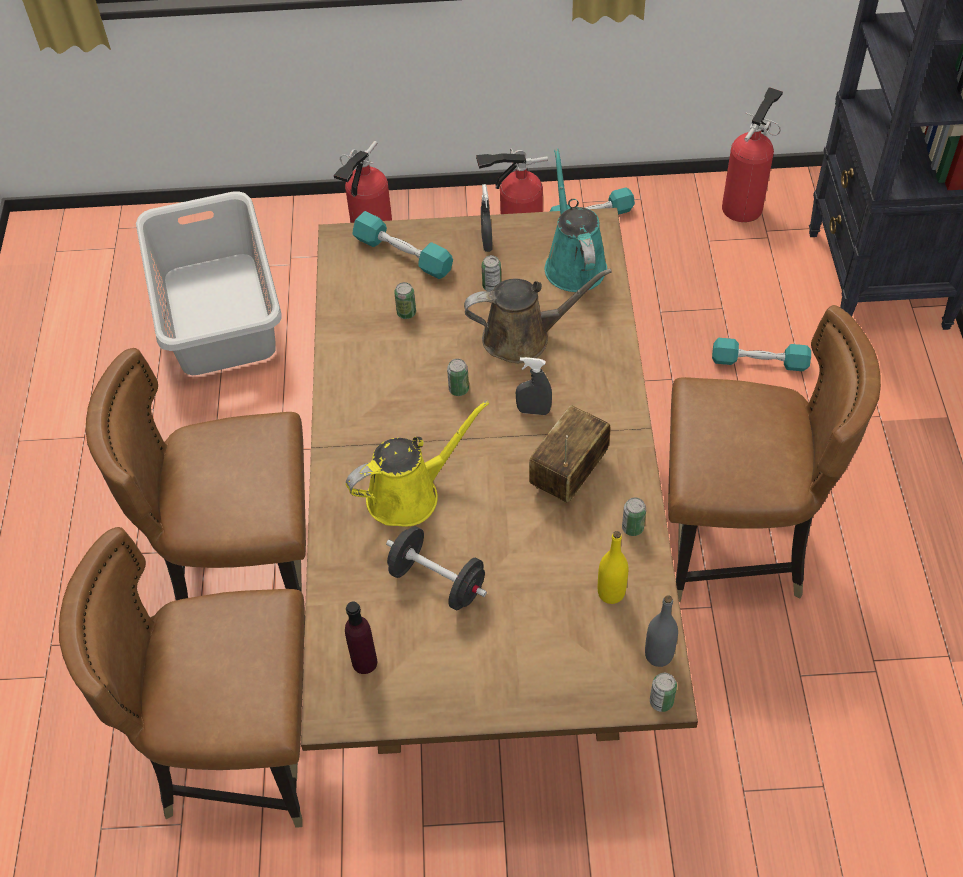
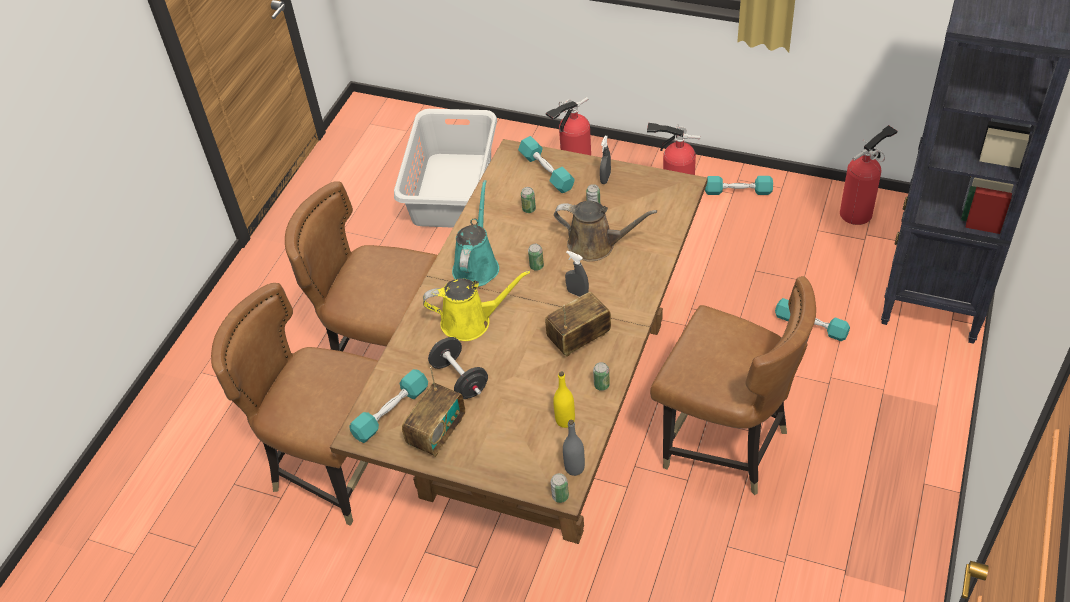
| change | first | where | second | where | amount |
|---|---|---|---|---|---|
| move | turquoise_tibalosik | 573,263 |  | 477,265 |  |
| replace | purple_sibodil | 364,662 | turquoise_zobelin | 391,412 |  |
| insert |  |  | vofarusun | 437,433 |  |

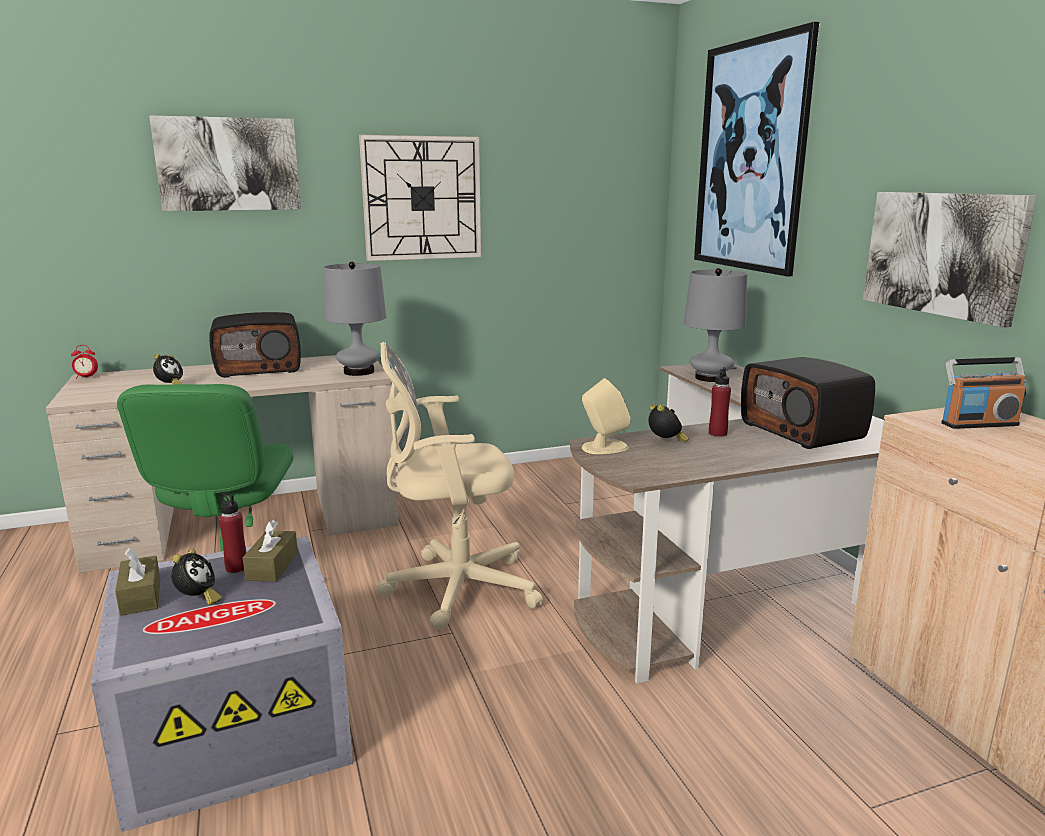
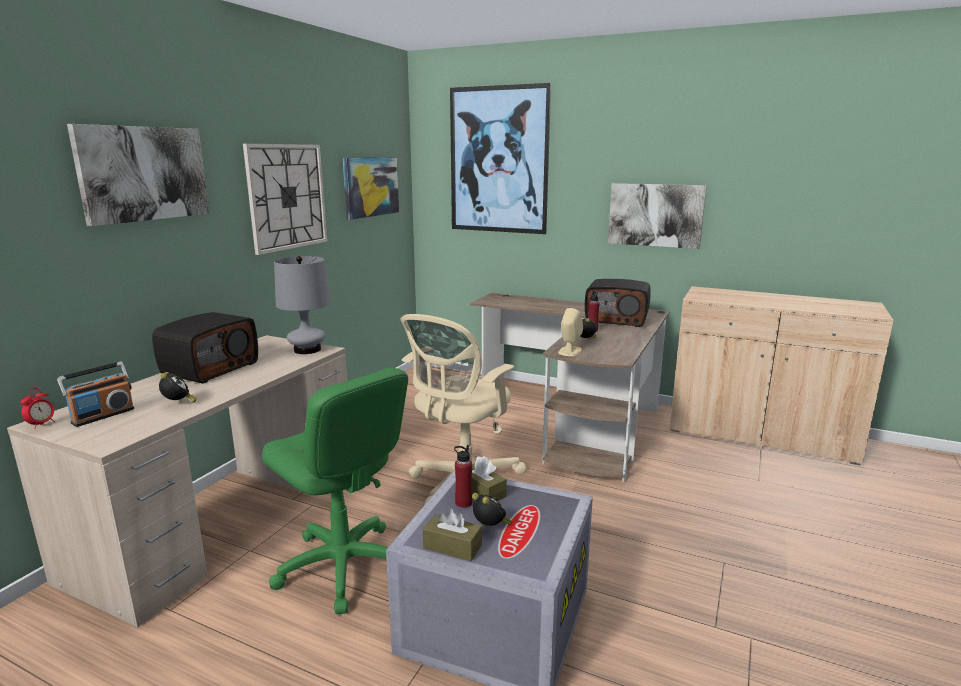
| change | first | where | second | where | amount |
|---|---|---|---|---|---|
| delete | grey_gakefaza | 710,378 |  |  |  |
| move | vofarusun | 978,424 |  | 103,416 |  |
| insert |  |  | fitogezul | 371,187 |  |

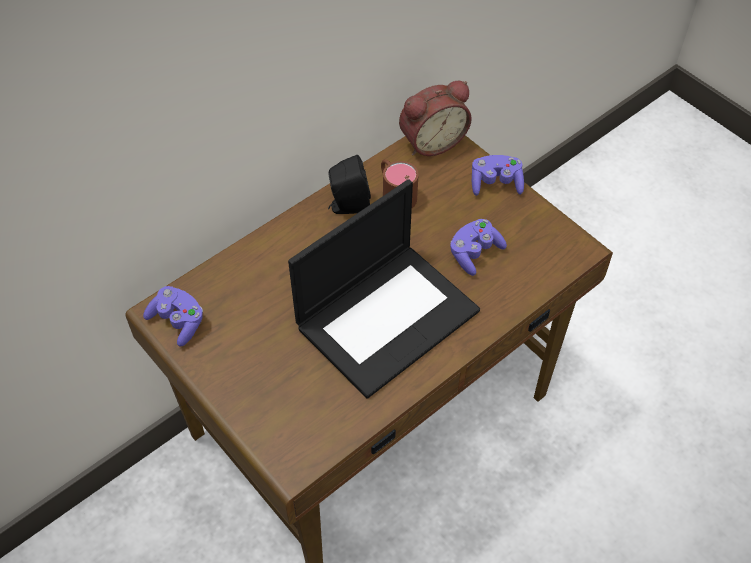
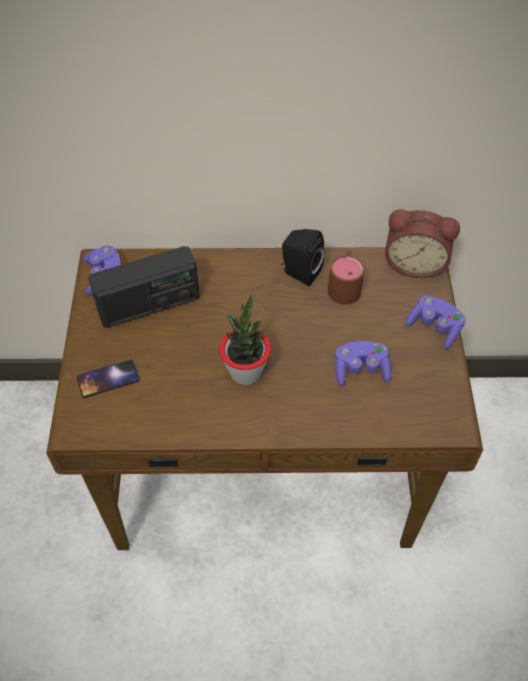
| change | first | where | second | where | amount |
|---|---|---|---|---|---|
| replace | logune | 387,316 | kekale | 245,372 |  |
| insert |  |  | vofarusun | 149,305 |  |
| insert |  |  | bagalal | 108,379 |  |

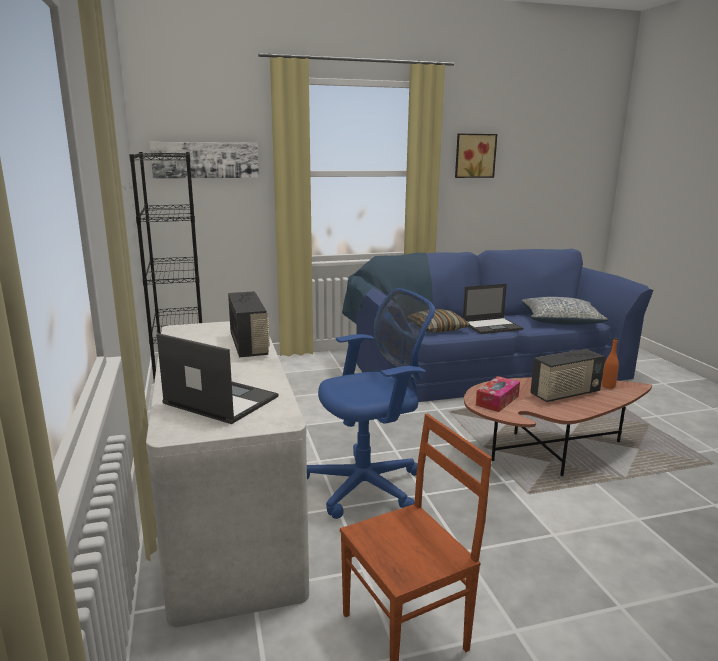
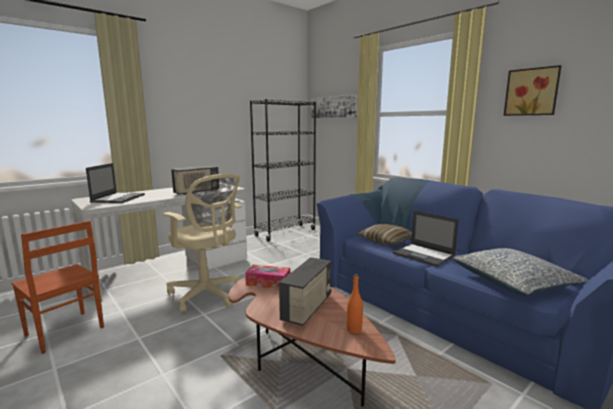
| change | first | where | second | where | amount |
|---|---|---|---|---|---|
| recolor | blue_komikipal | 368,485 | beige_komikipal | 207,295 |  |
| rotate | vofarusun | 565,394 |  | 307,308 | 105 degrees counterclockwise |

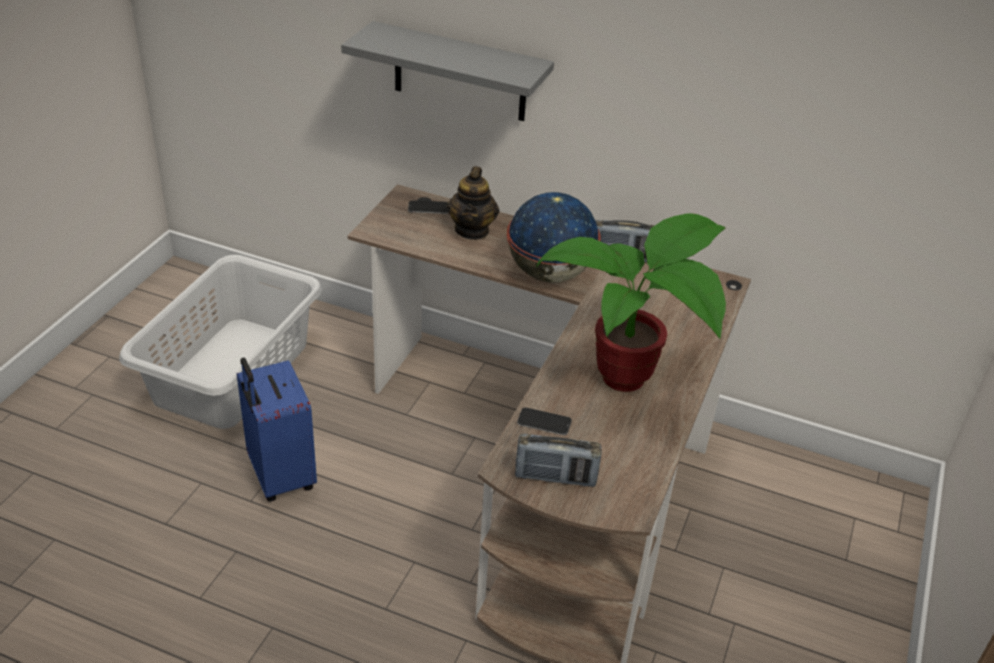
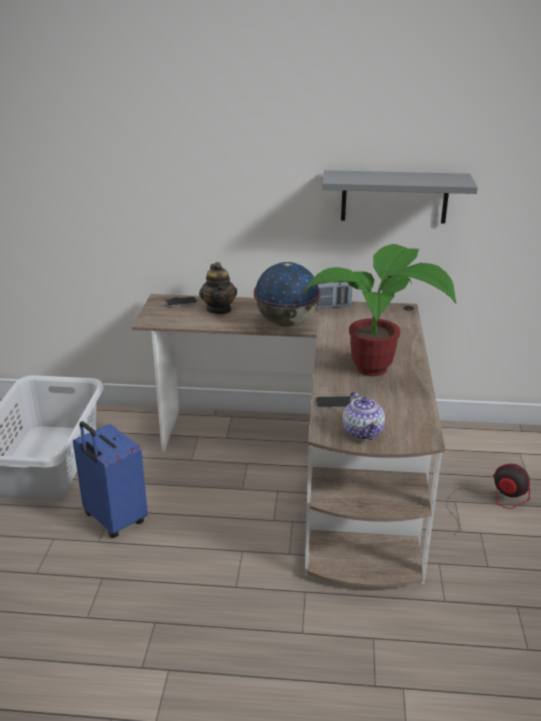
| change | first | where | second | where | amount |
|---|---|---|---|---|---|
| move | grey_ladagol | 460,73 |  | 394,197 |  |
| replace | vofarusun | 555,477 | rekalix | 363,432 |  |
| insert |  |  | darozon | 490,502 |  |

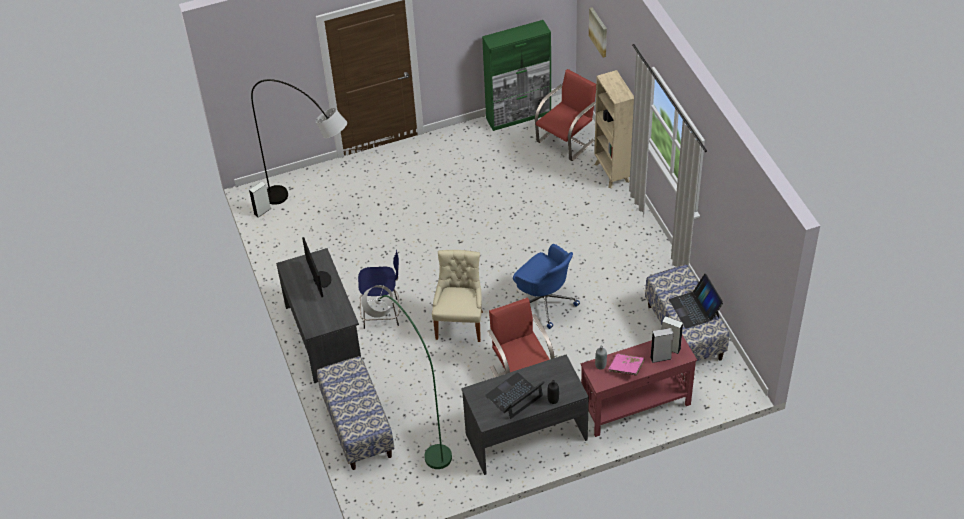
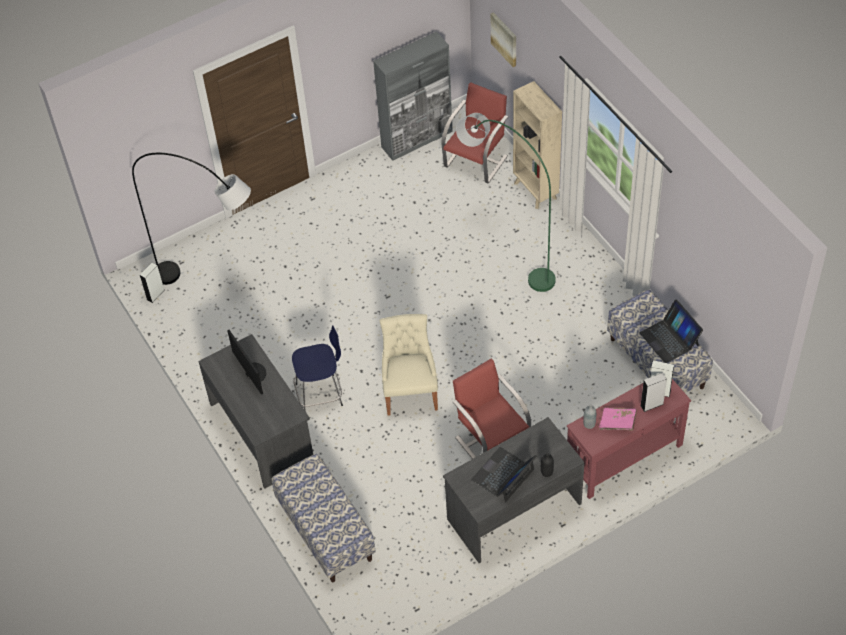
| change | first | where | second | where | amount |
|---|---|---|---|---|---|
| recolor | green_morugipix | 519,116 | grey_morugipix | 417,139 |  |
| delete | blue_komikipal | 544,302 |  |  |  |
| move | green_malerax | 411,422 |  | 505,252 |  |

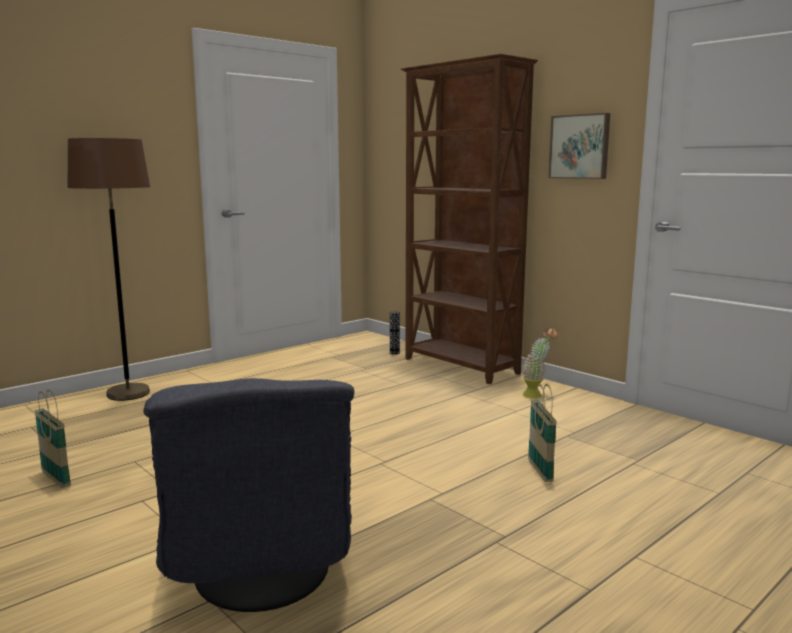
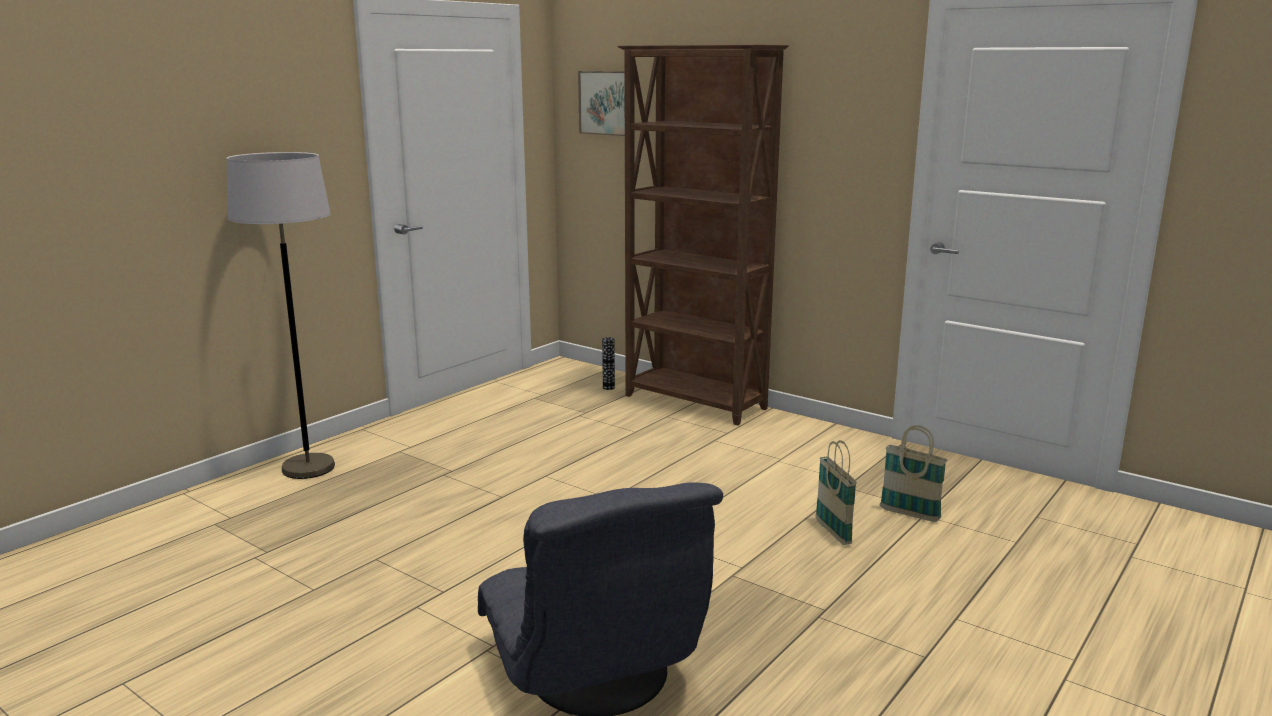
| change | first | where | second | where | amount |
|---|---|---|---|---|---|
| move | fitogezul | 580,147 |  | 606,103 |  |
| recolor | brown_malerax | 128,393 | grey_malerax | 308,468 |  |
| delete | kekale | 537,395 |  |  |  |
| move | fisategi | 56,479 |  | 909,514 |  |

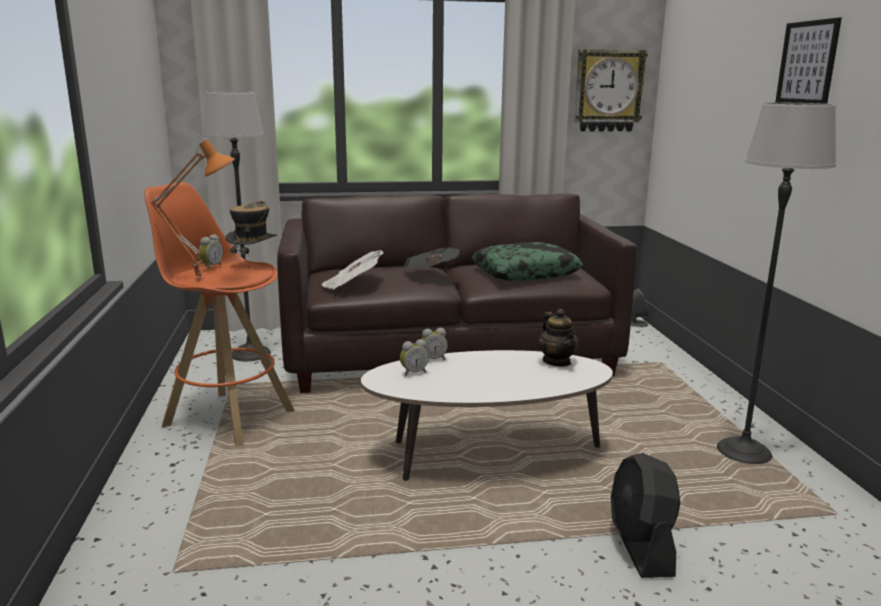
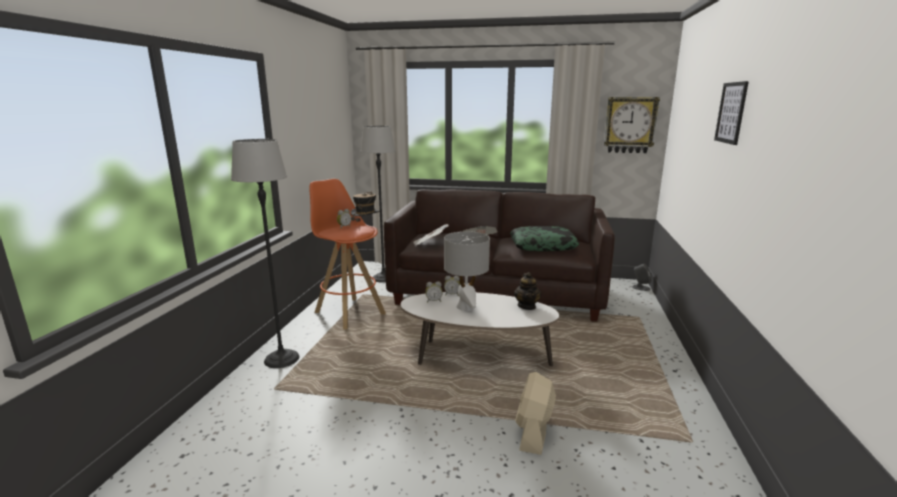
| change | first | where | second | where | amount |
|---|---|---|---|---|---|
| move | malerax | 743,452 |  | 282,359 |  |
| delete | orange_gakefaza | 201,278 |  |  |  |
| recolor | black_darozon | 641,546 | beige_darozon | 533,432 |  |
| insert |  |  | grey_gakefaza | 465,307 |  |

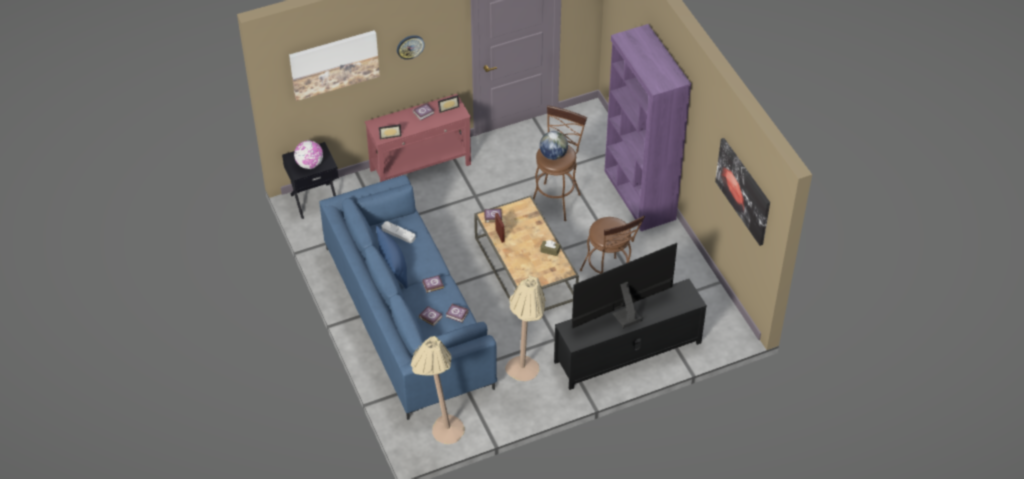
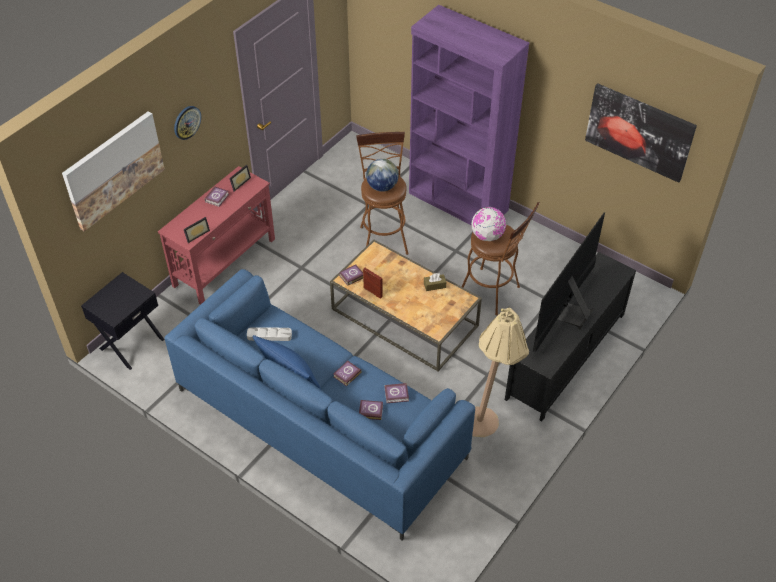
| change | first | where | second | where | amount |
|---|---|---|---|---|---|
| move | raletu | 310,164 |  | 487,236 |  |
| delete | beige_malerax | 440,432 |  |  |  |

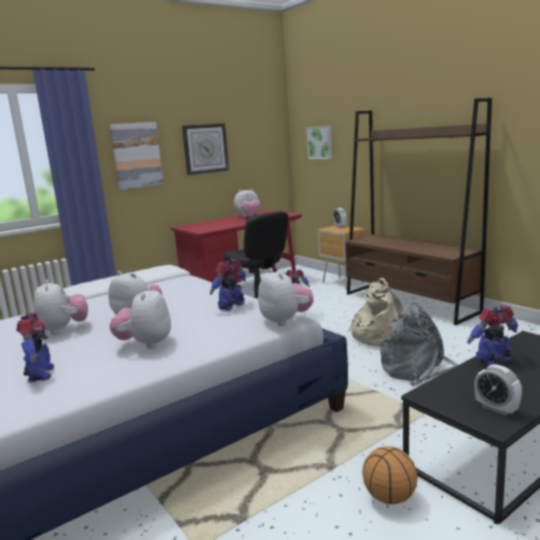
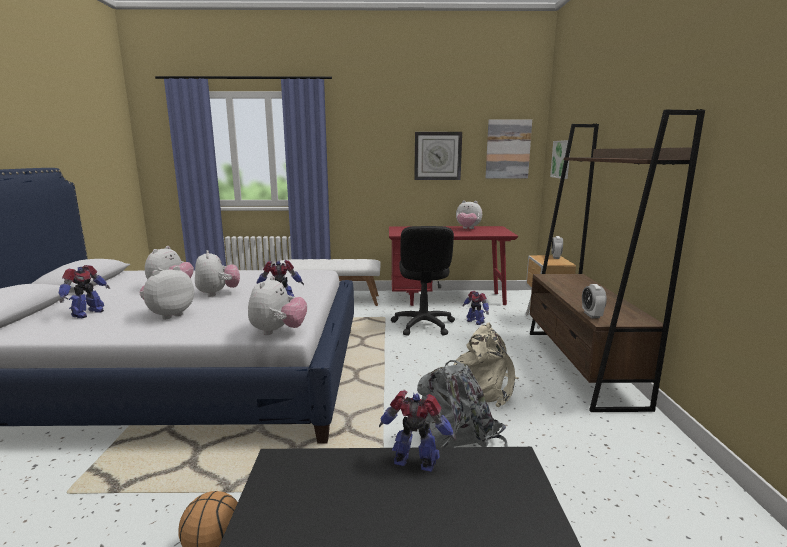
| change | first | where | second | where | amount |
|---|---|---|---|---|---|
| move | fitogezul | 136,155 |  | 508,149 |  |
| move | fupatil | 496,409 |  | 591,315 |  |

